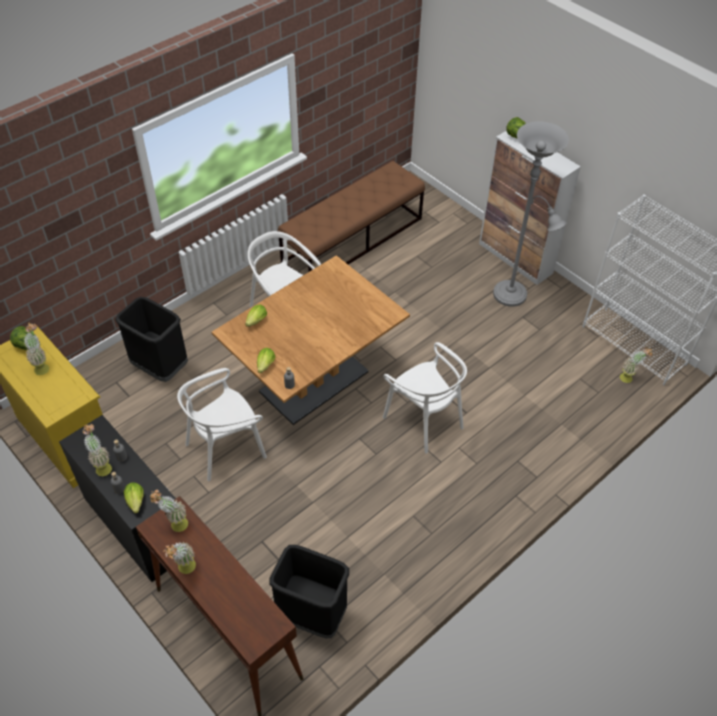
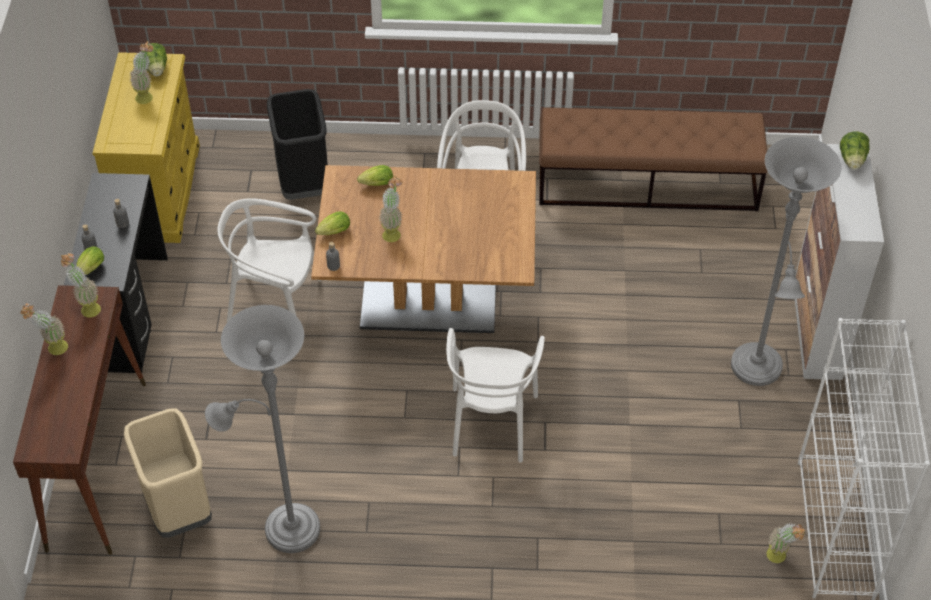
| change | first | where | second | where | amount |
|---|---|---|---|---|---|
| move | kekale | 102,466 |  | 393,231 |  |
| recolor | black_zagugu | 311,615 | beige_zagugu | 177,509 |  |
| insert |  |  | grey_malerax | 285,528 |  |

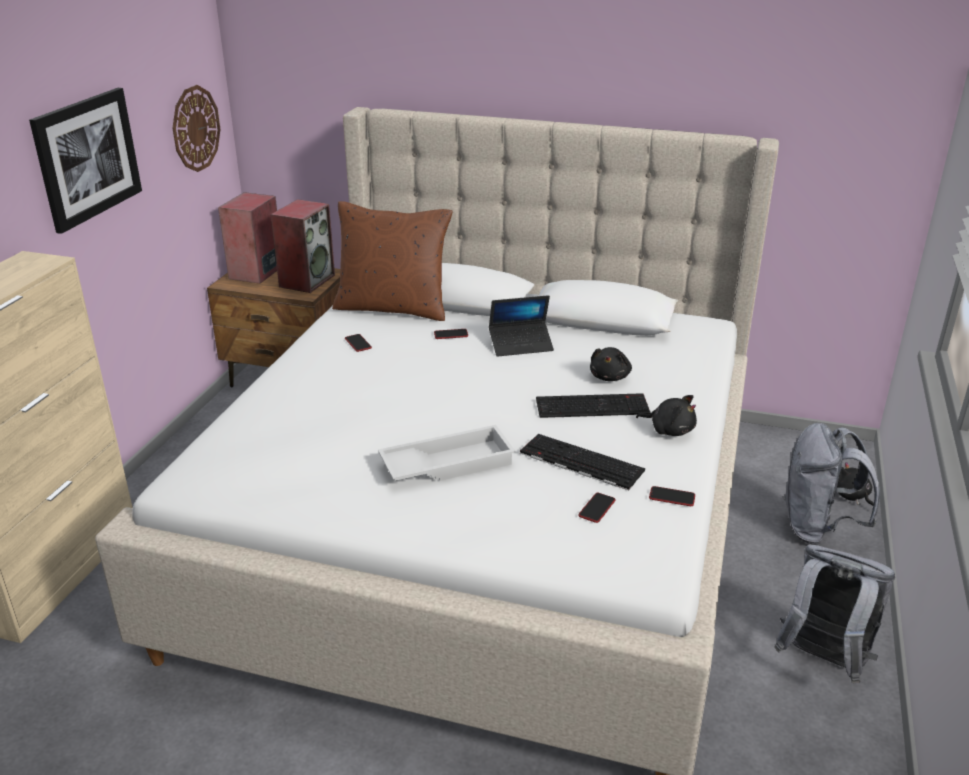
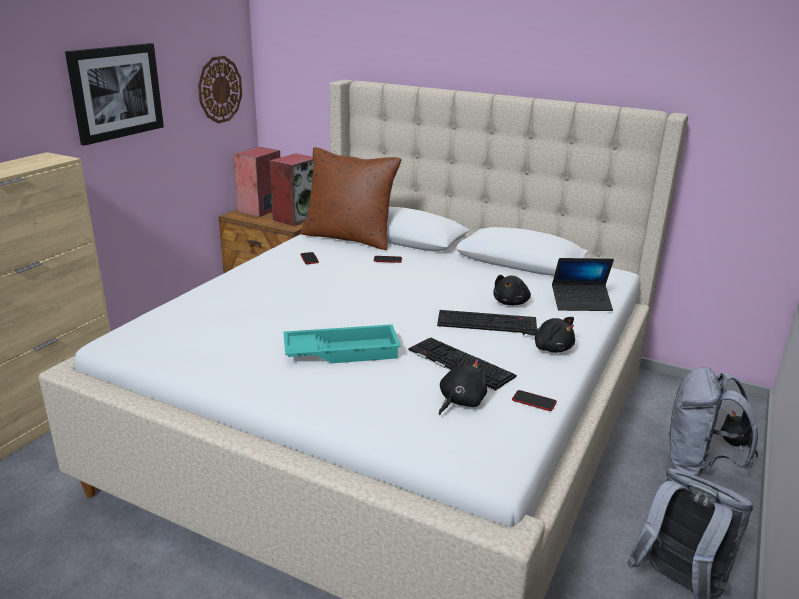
| change | first | where | second | where | amount |
|---|---|---|---|---|---|
| move | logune | 521,345 |  | 581,303 |  |
| recolor | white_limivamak | 447,463 | turquoise_limivamak | 342,351 |  |
| replace | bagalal | 597,508 | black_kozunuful | 460,402 |  |

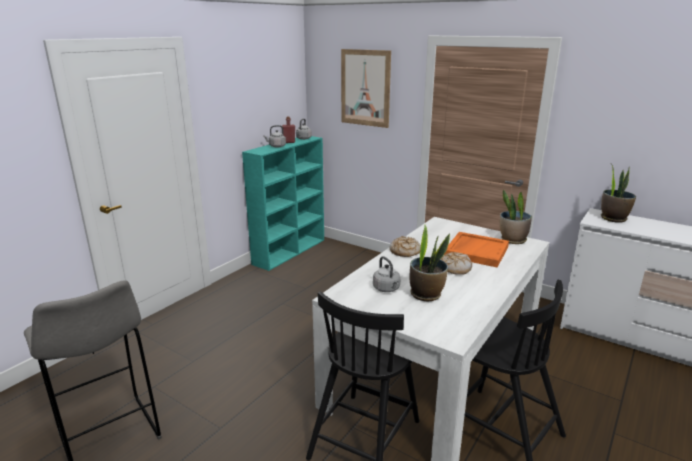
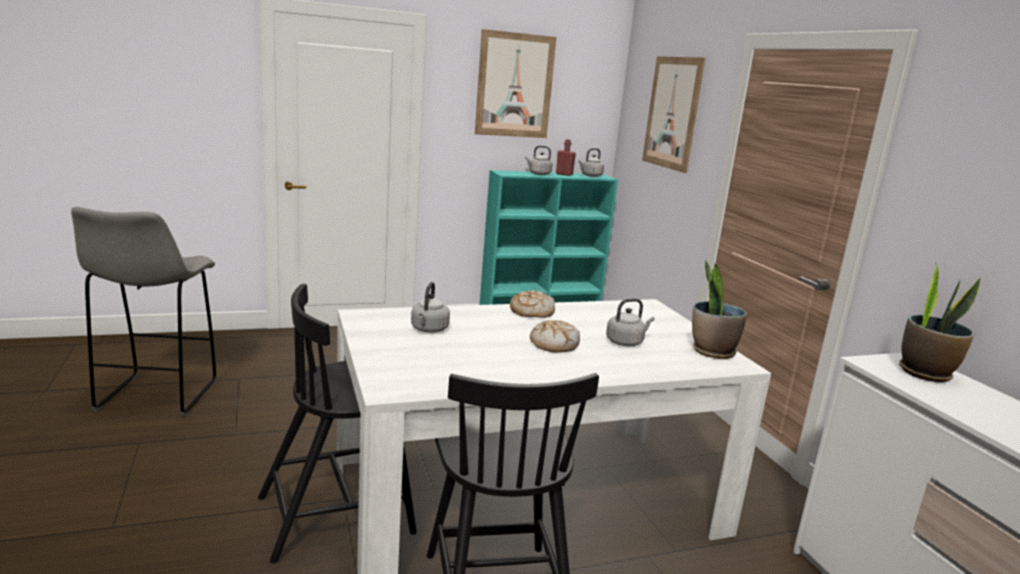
| change | first | where | second | where | amount |
|---|---|---|---|---|---|
| delete | kekale | 426,294 |  |  |  |
| replace | orange_limivamak | 476,251 | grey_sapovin | 626,342 |  |
| insert |  |  | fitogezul | 515,85 |  |

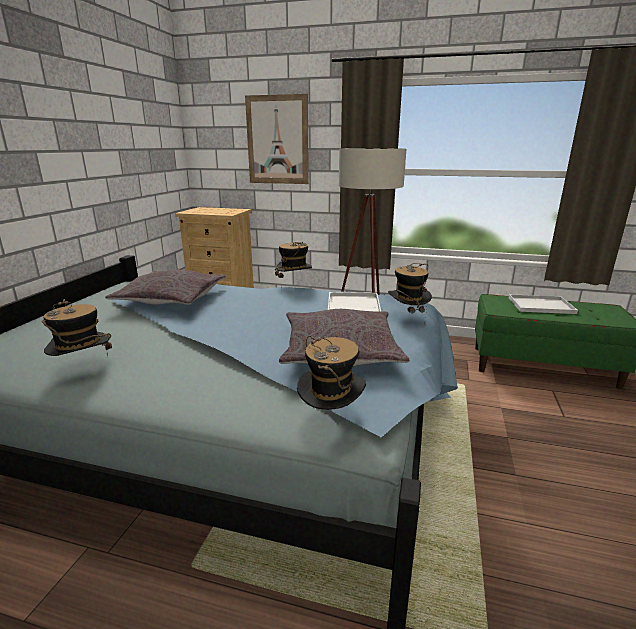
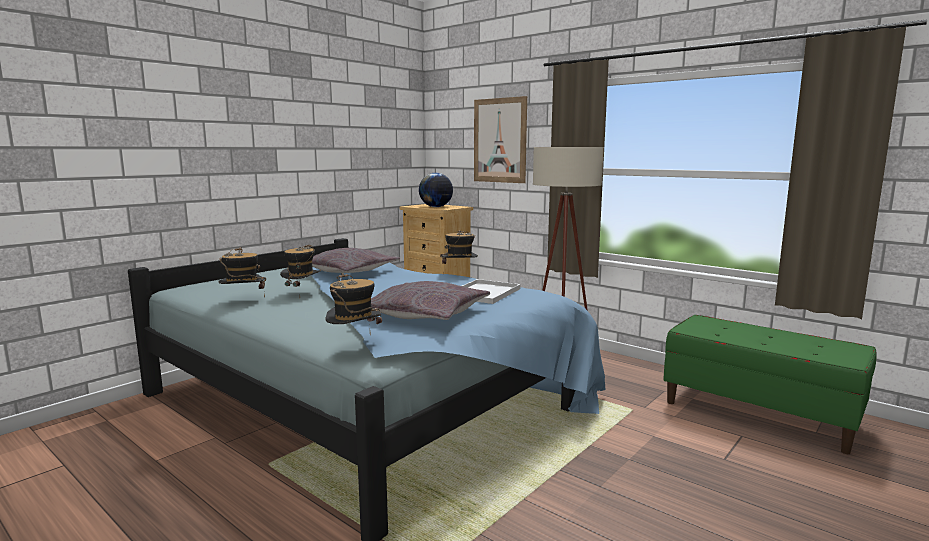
| change | first | where | second | where | amount |
|---|---|---|---|---|---|
| move | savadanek | 407,318 |  | 302,294 |  |
| delete | white_limivamak | 542,305 |  |  |  |
| insert |  |  | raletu | 436,207 |  |

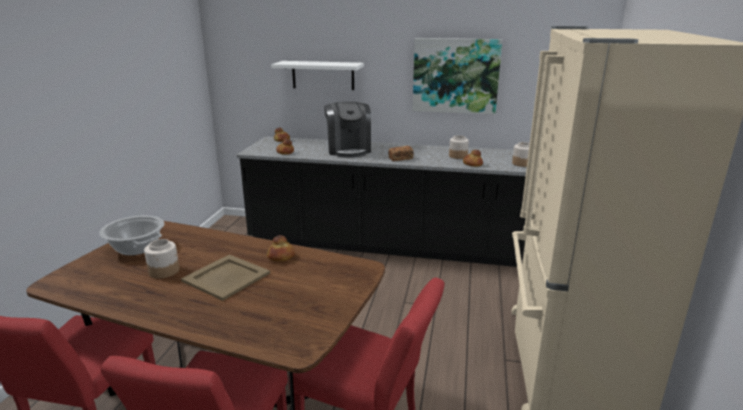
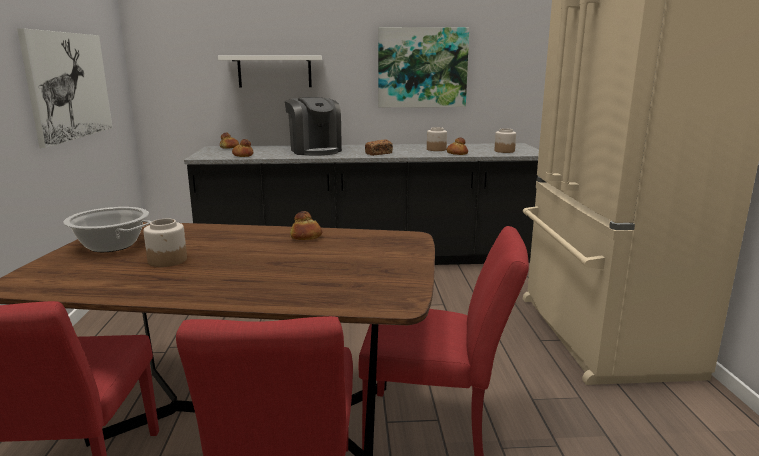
| change | first | where | second | where | amount |
|---|---|---|---|---|---|
| delete | beige_limivamak | 227,277 |  |  |  |
| insert |  |  | fitogezul | 69,86 |  |

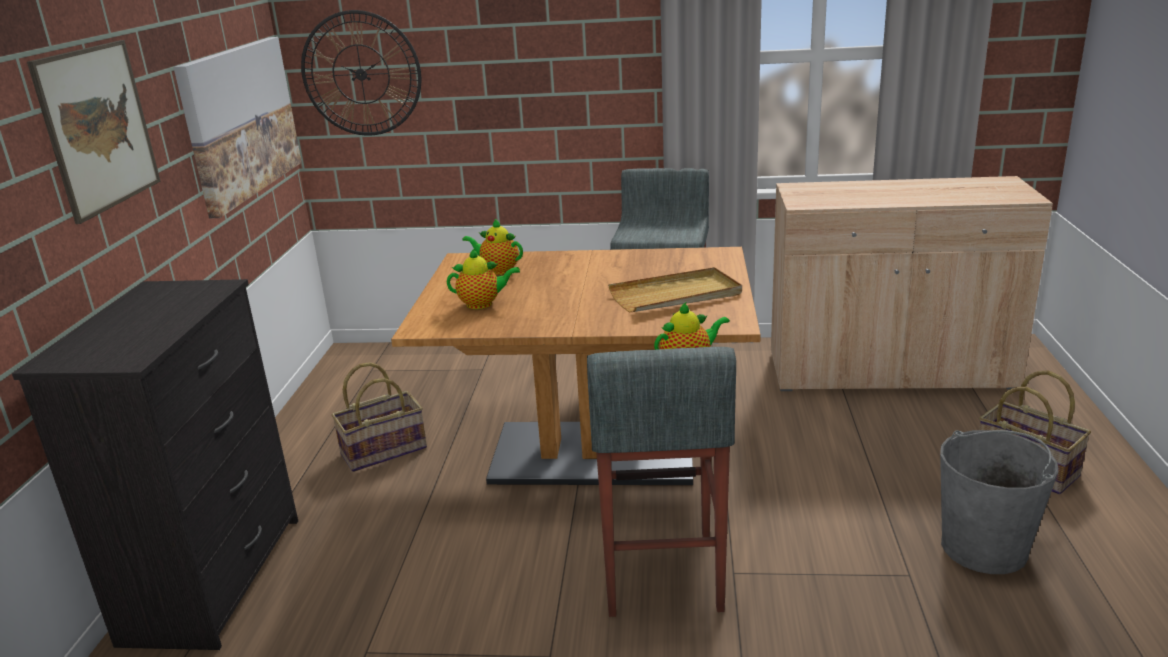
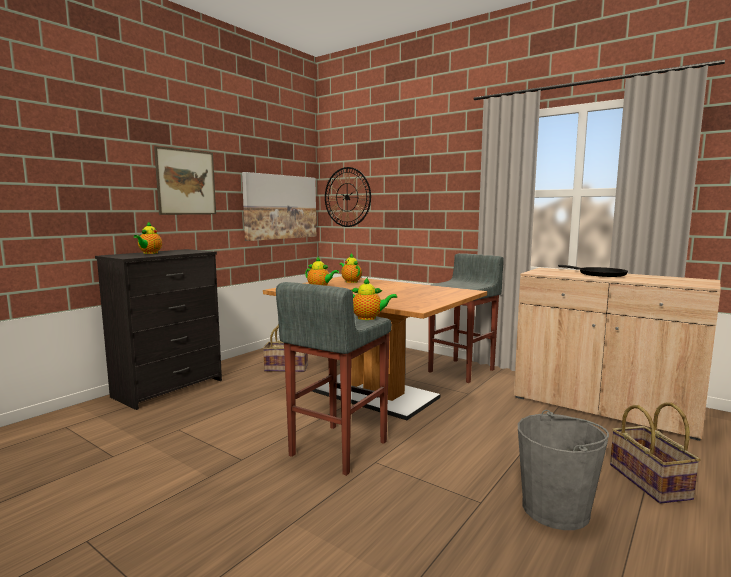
| change | first | where | second | where | amount |
|---|---|---|---|---|---|
| delete | beige_limivamak | 676,295 |  |  |  |
| insert |  |  | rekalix | 149,253 |  |
| insert |  |  | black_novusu | 599,274 |  |

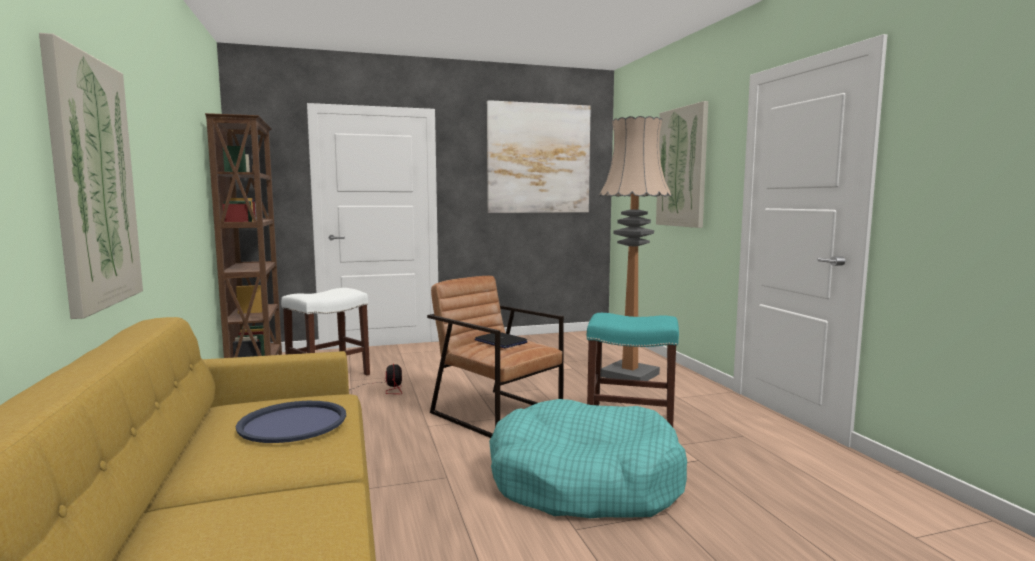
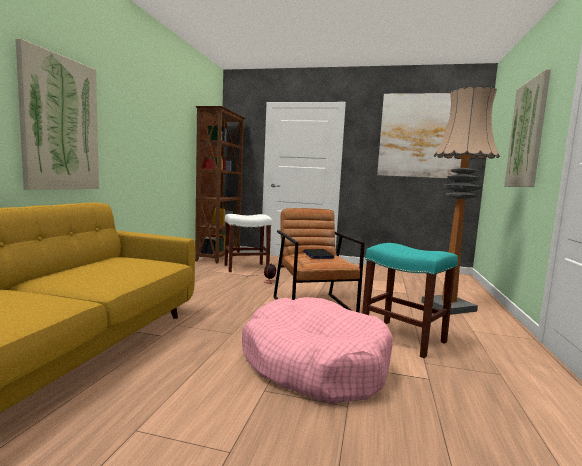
| change | first | where | second | where | amount |
|---|---|---|---|---|---|
| recolor | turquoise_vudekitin | 584,481 | pink_vudekitin | 314,363 |  |
| delete | blue_limivamak | 292,423 |  |  |  |

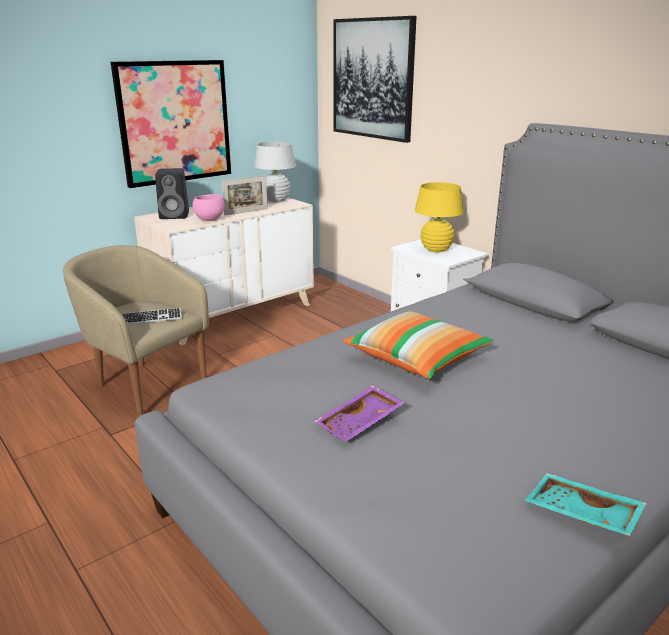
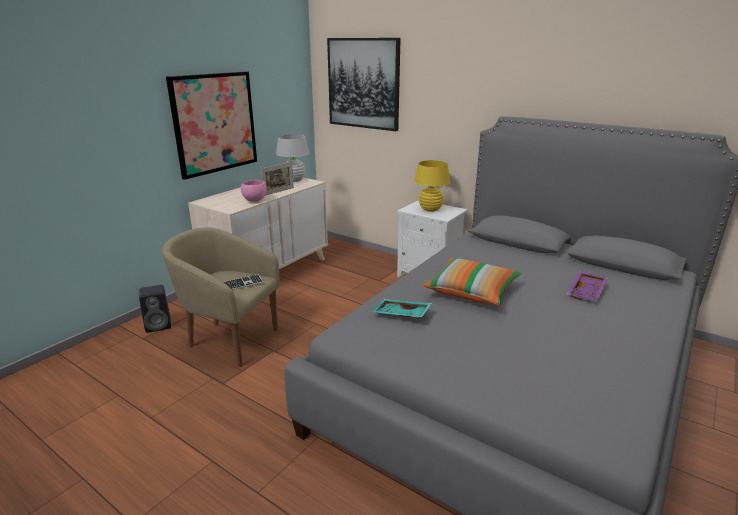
| change | first | where | second | where | amount |
|---|---|---|---|---|---|
| move | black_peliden | 175,216 |  | 159,325 |  |
| move | purple_limivamak | 361,423 |  | 587,292 |  |
| move | turquoise_limivamak | 581,515 |  | 401,315 |  |

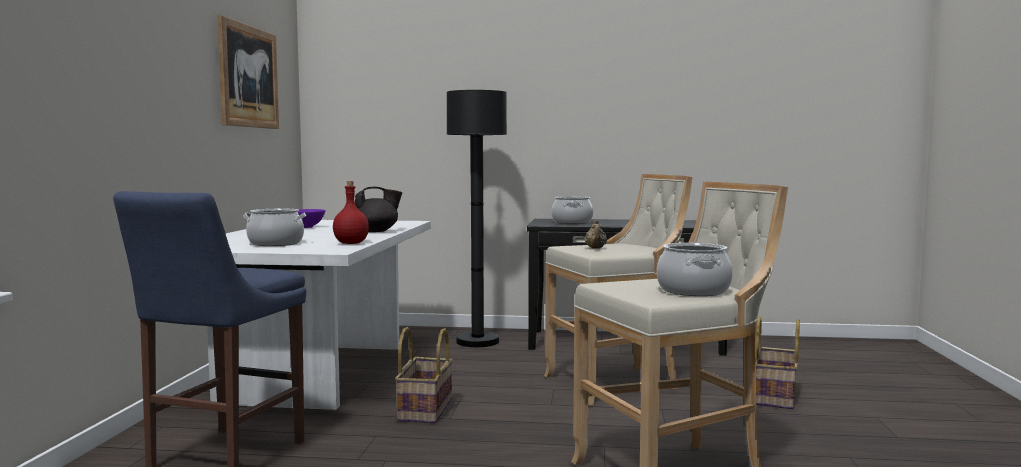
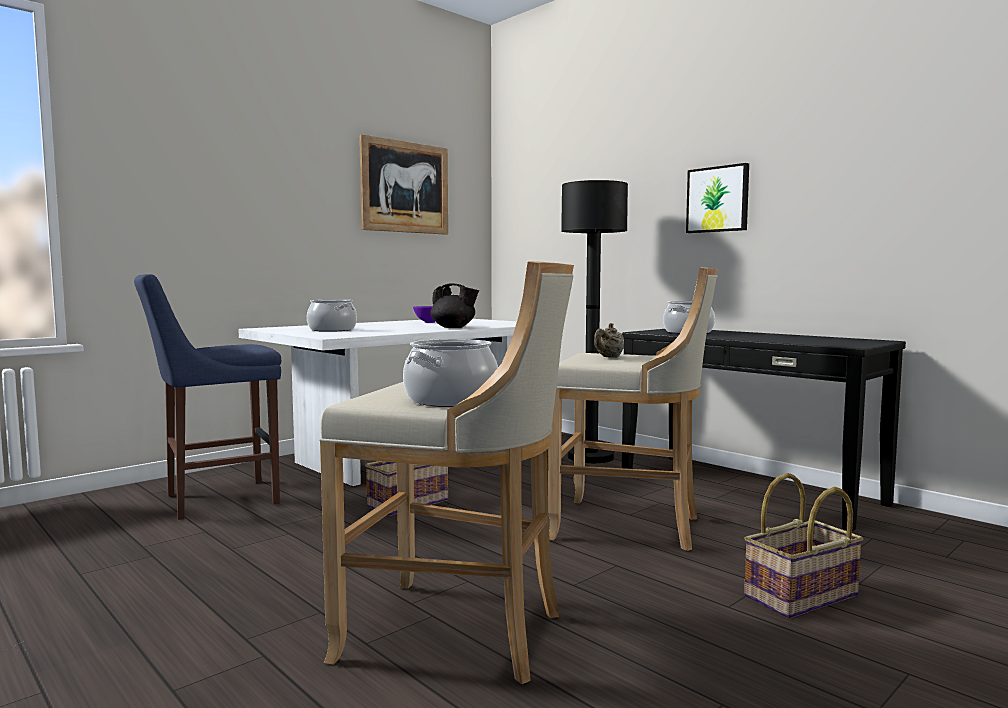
| change | first | where | second | where | amount |
|---|---|---|---|---|---|
| delete | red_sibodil | 352,243 |  |  |  |
| insert |  |  | fitogezul | 718,199 |  |

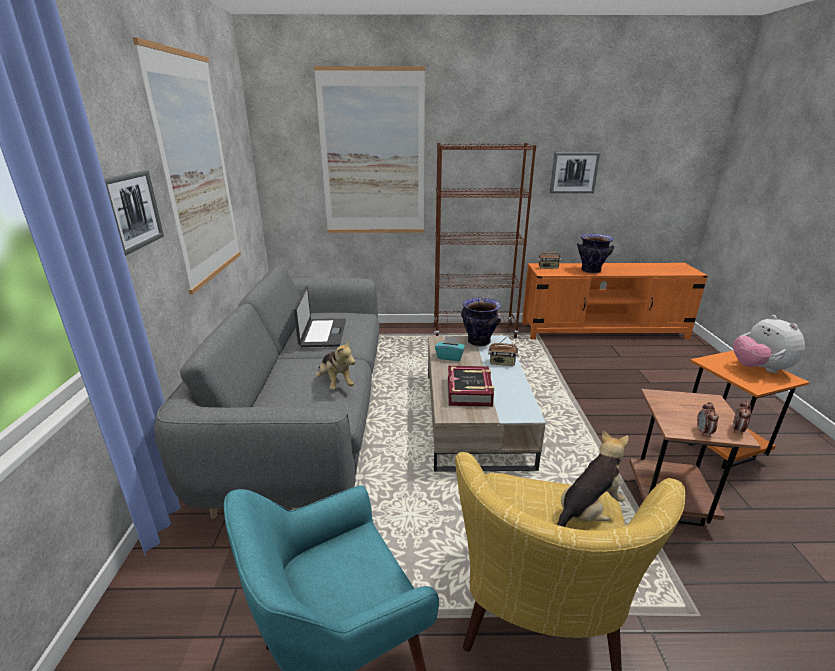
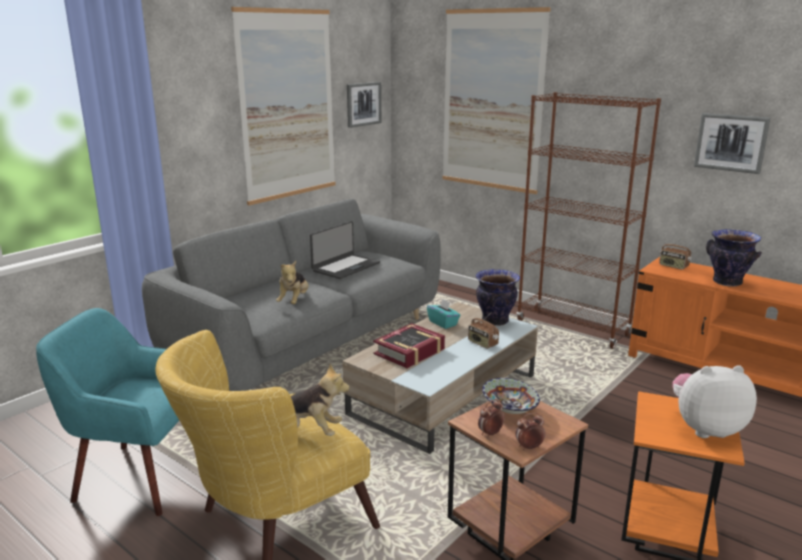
| change | first | where | second | where | amount |
|---|---|---|---|---|---|
| move | fitogezul | 131,211 |  | 363,104 |  |
| rotate | kozunuful | 759,369 |  | 705,428 | 60 degrees clockwise |
| insert |  |  | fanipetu | 508,409 |  |

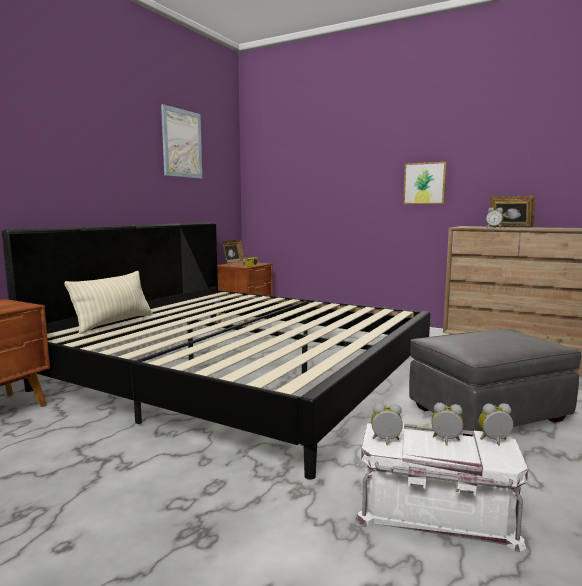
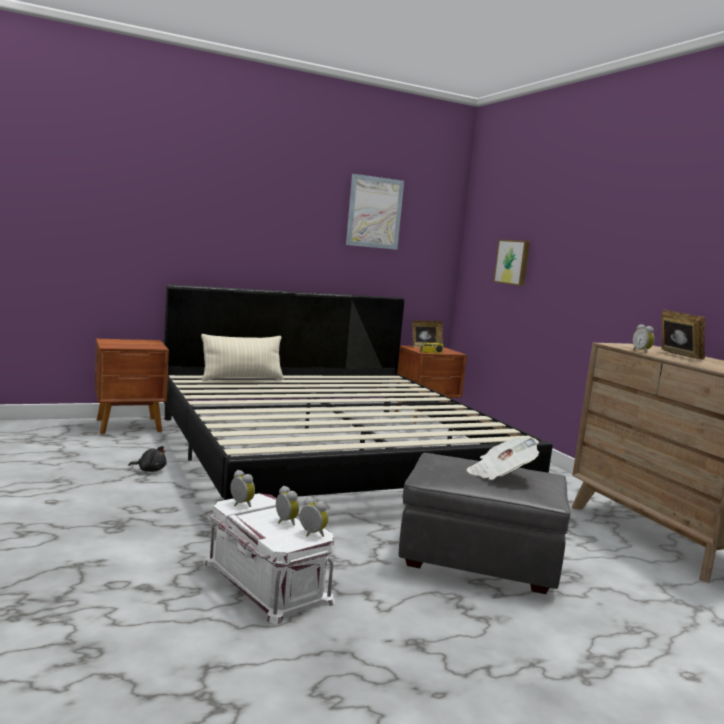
| change | first | where | second | where | amount |
|---|---|---|---|---|---|
| move | fitogezul | 425,183 |  | 513,262 |  |
| insert |  |  | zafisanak | 500,475 |  |
| insert |  |  | black_kozunuful | 150,470 |  |

